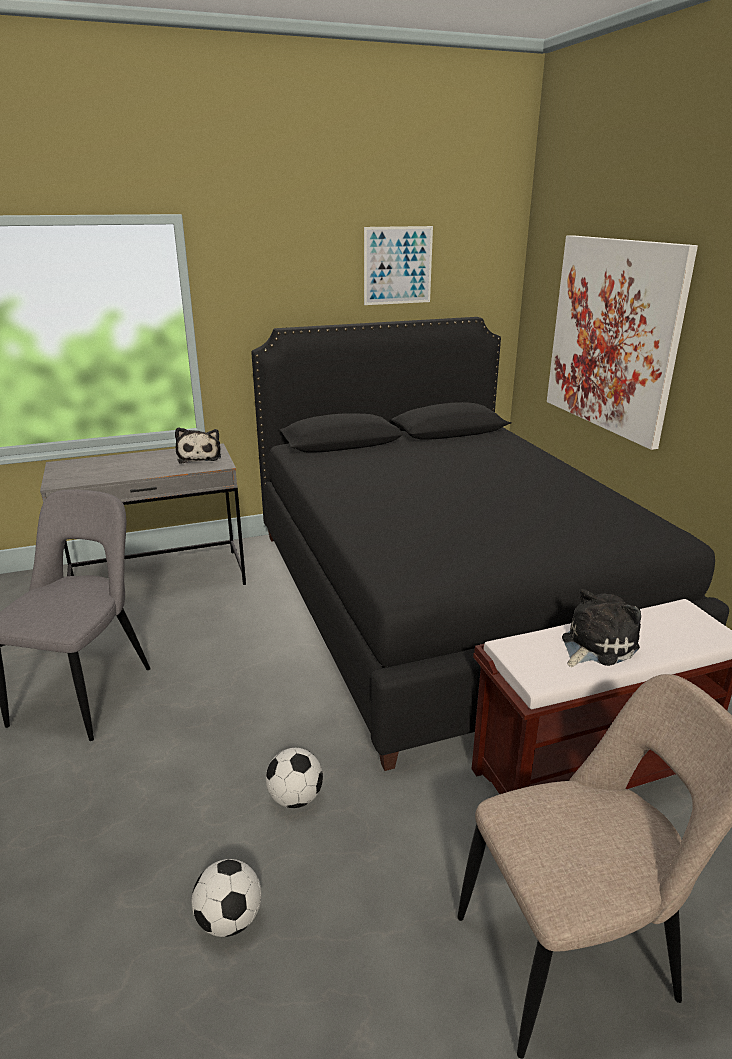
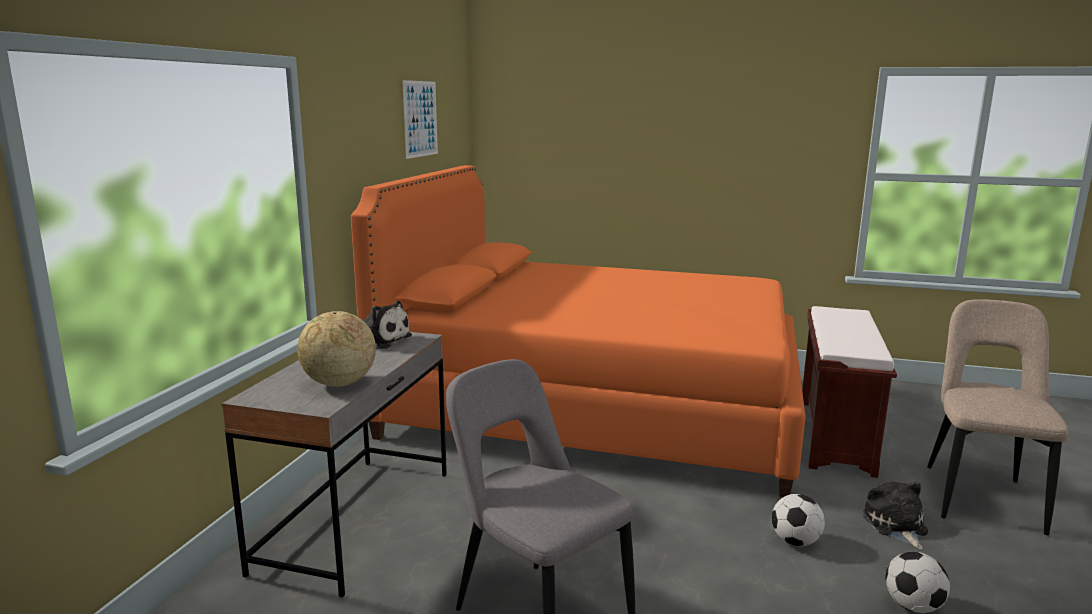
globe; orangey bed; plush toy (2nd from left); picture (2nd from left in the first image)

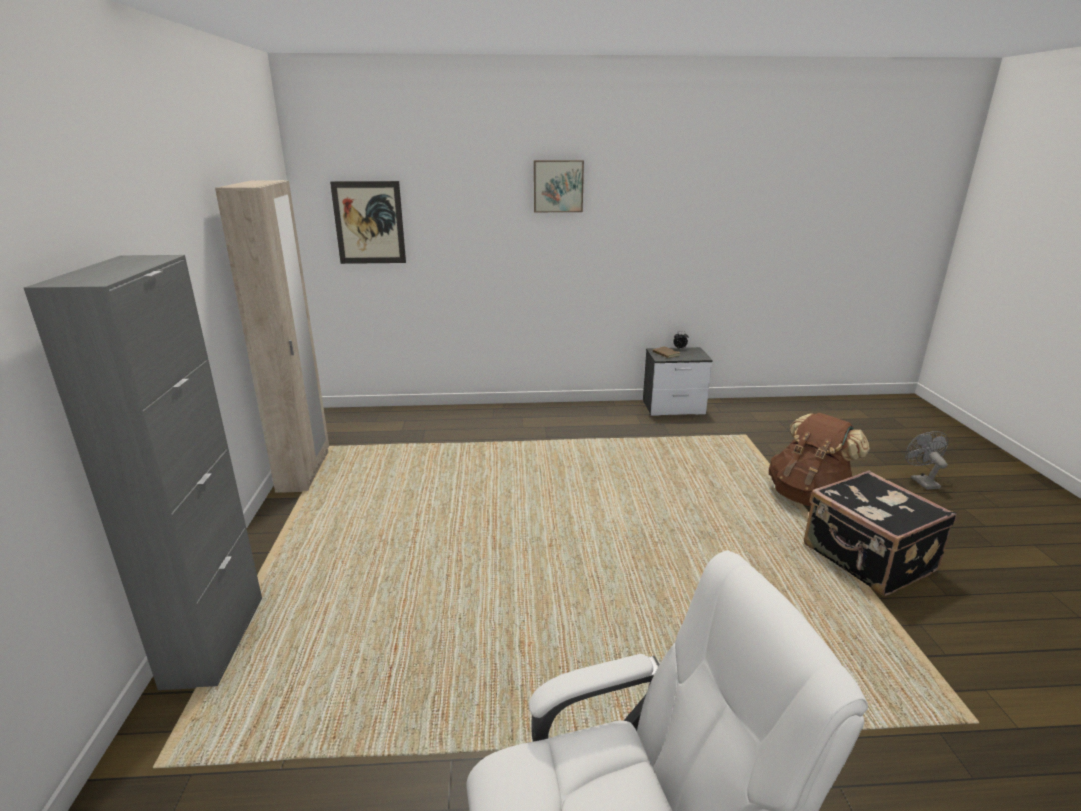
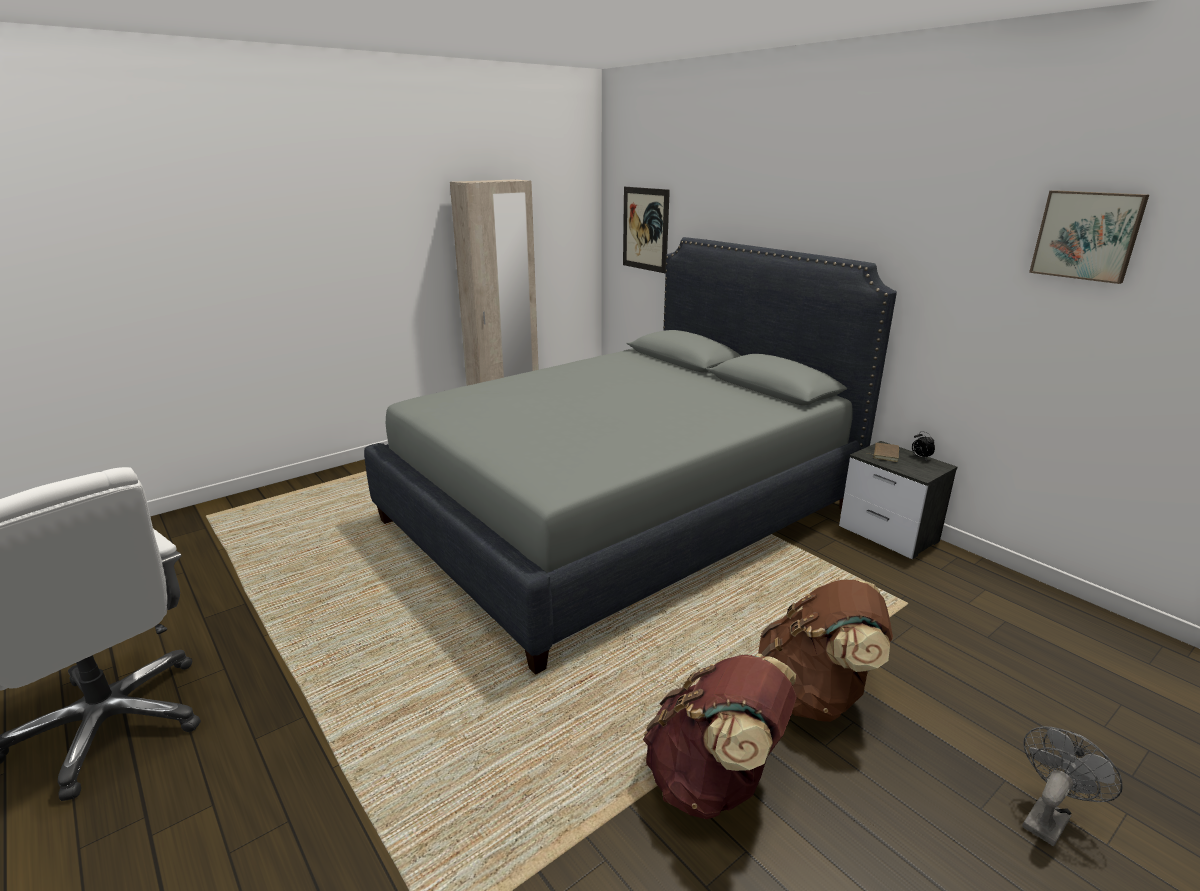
grey bed; brownish backpack (1st from left); picture (2nd from left); grey cabinet

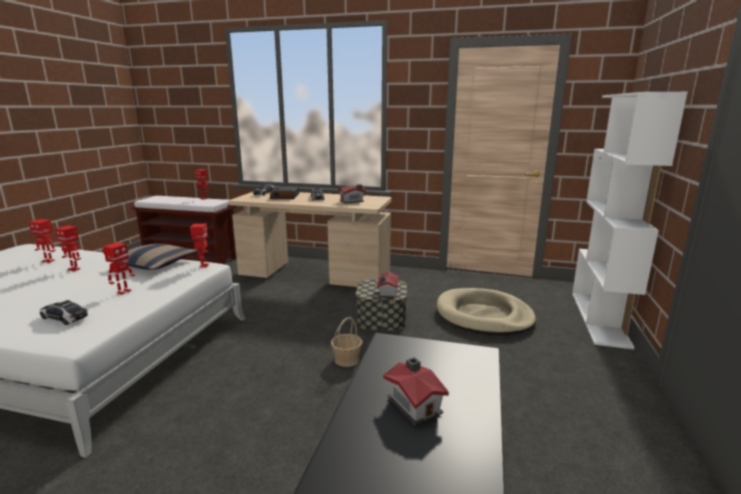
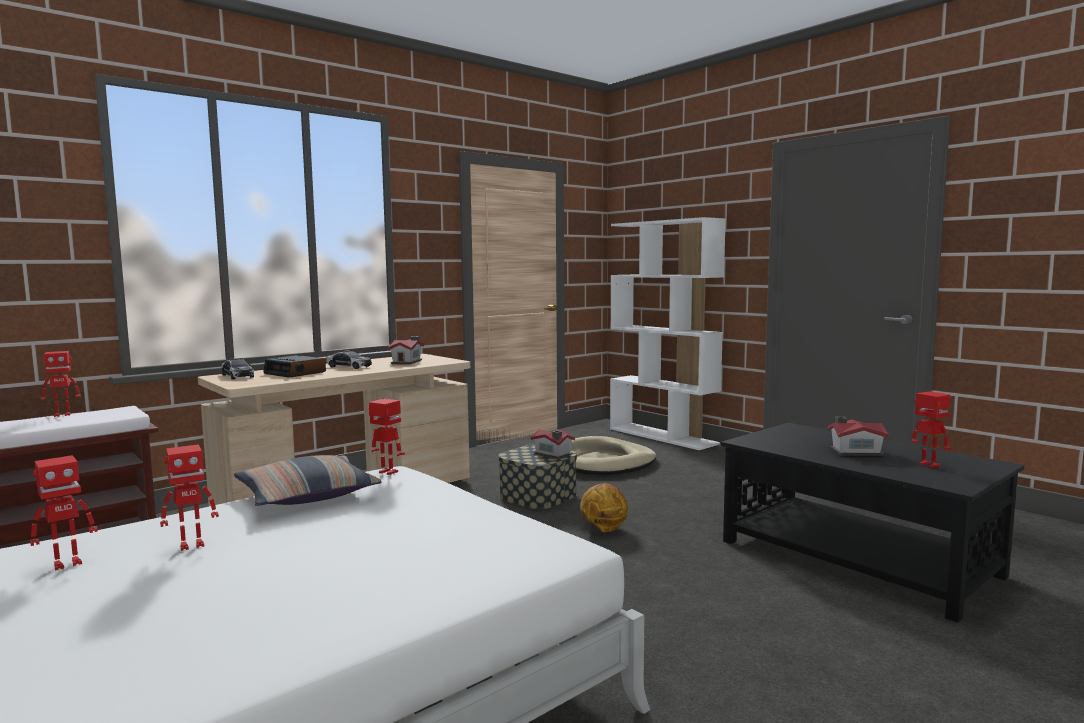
basketball; robot figure (5th from left); miniature car (1st from left in the first image)

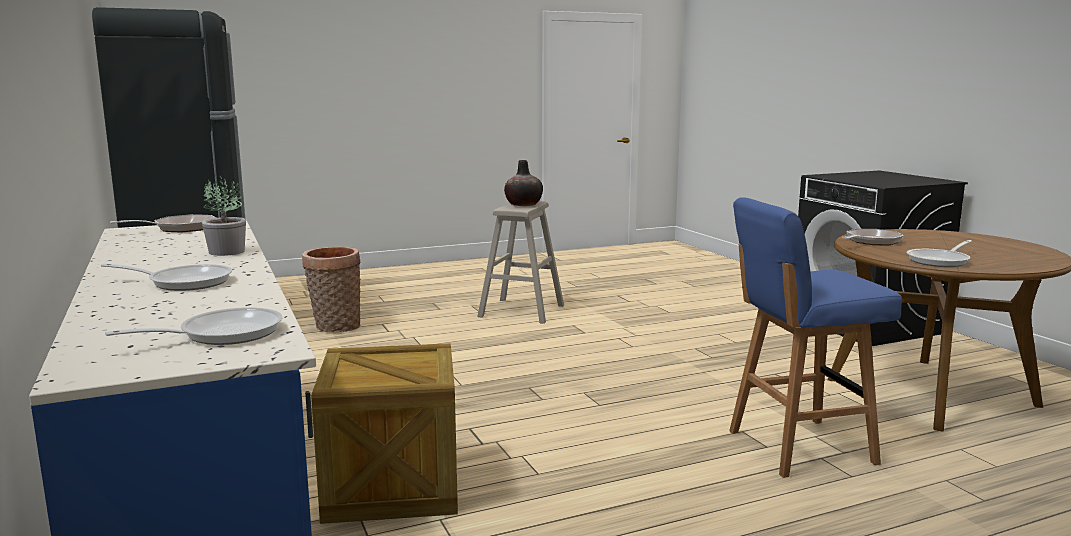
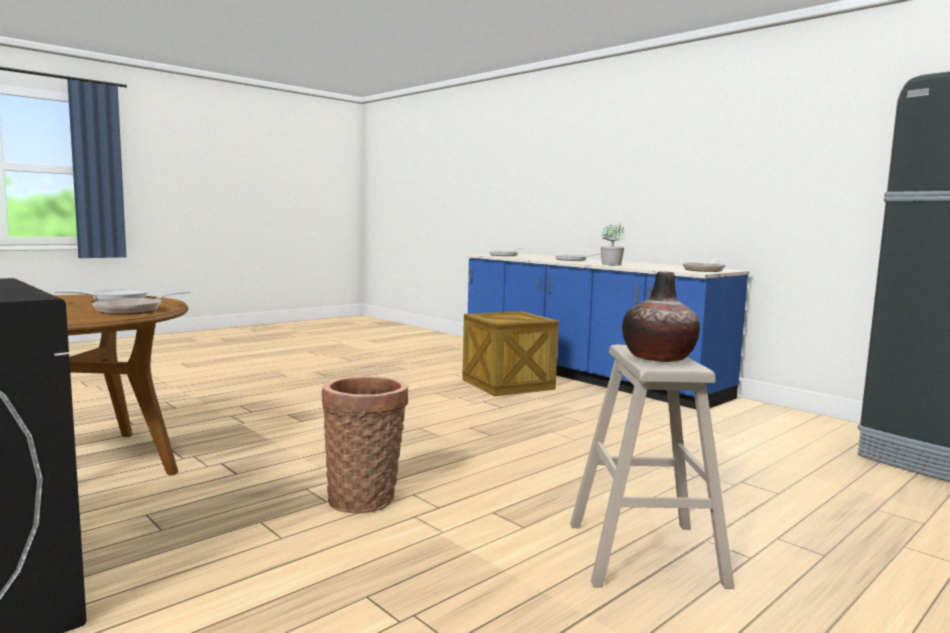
storage basket; blue-coloured sitting stool

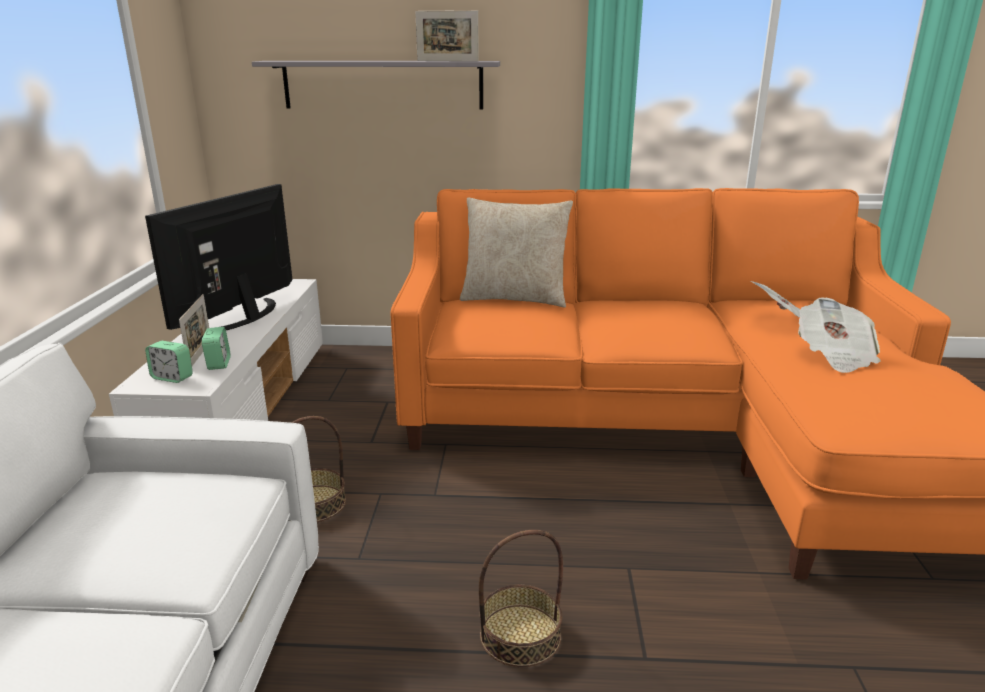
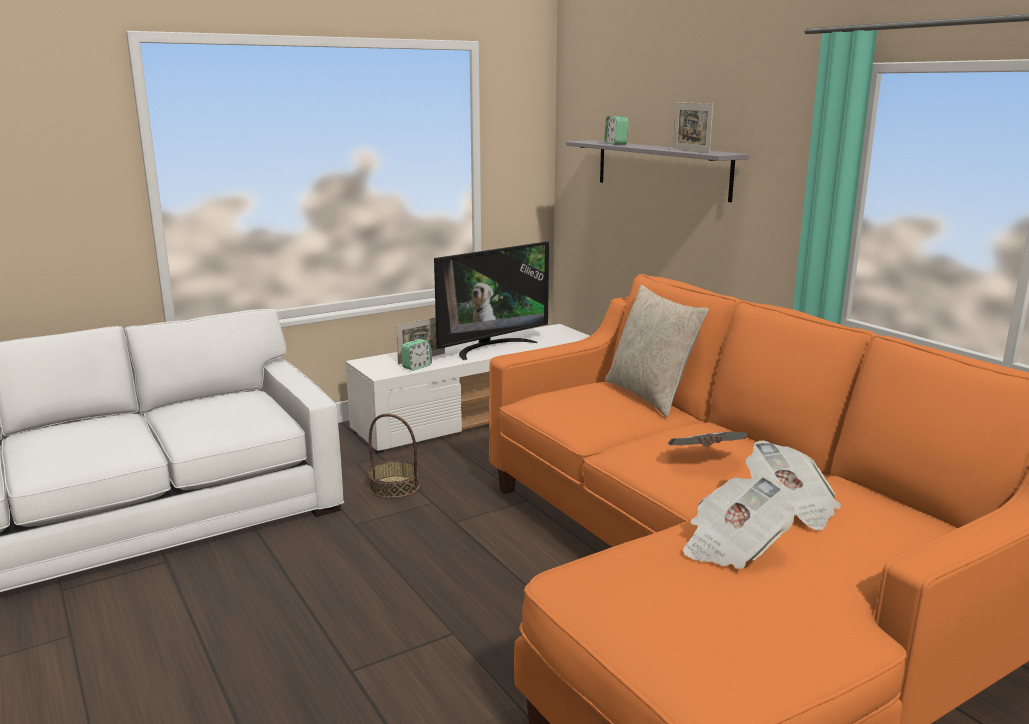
TV; bedside clock (2nd from left); daily paper (1st from left); storage basket (2nd from left in the first image)

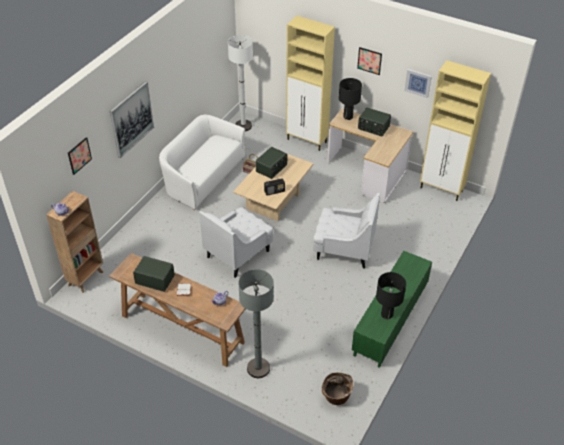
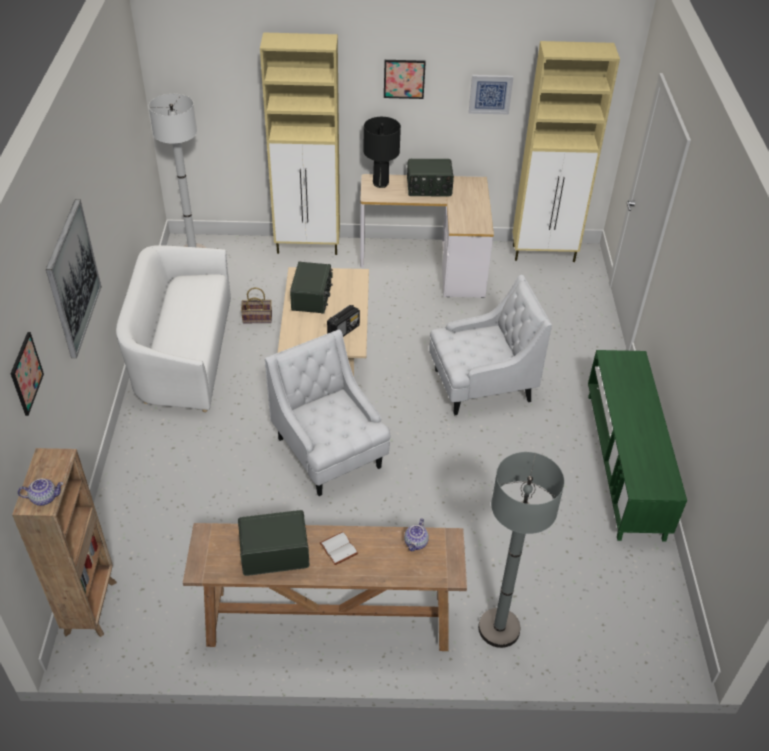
white-coloured easy chair (1st from left); storage basket (2nd from left in the first image); black-coloured lamp for a table (2nd from left in the first image)

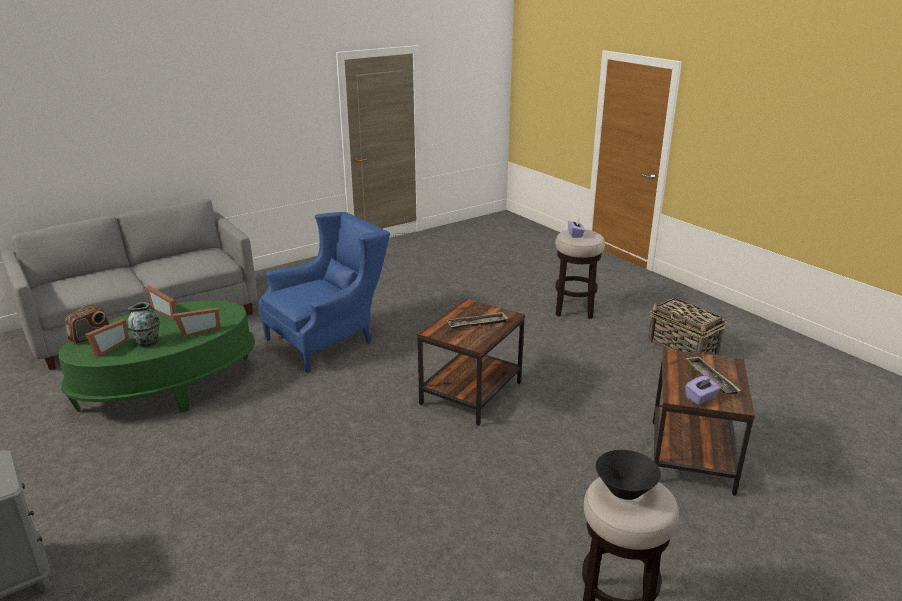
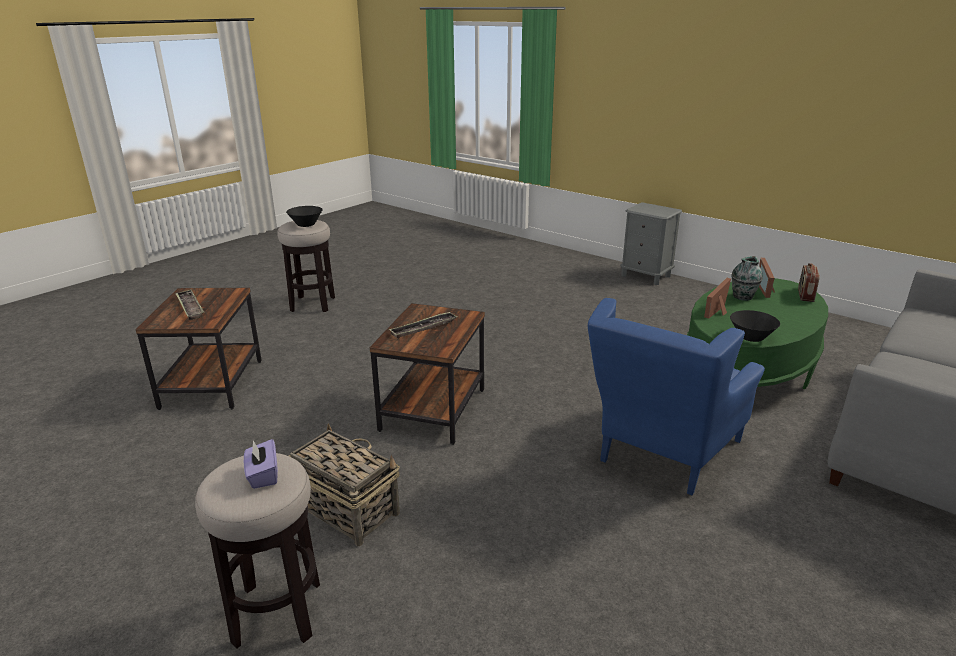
storage basket; black-coloured serving bowl (2nd from left); picture frame (2nd from left in the first image); purplish box of tissues (2nd from left in the first image)

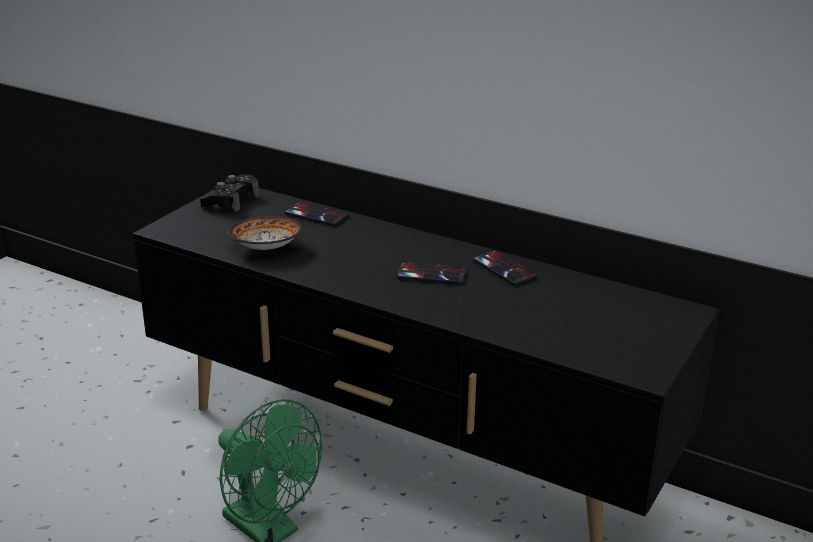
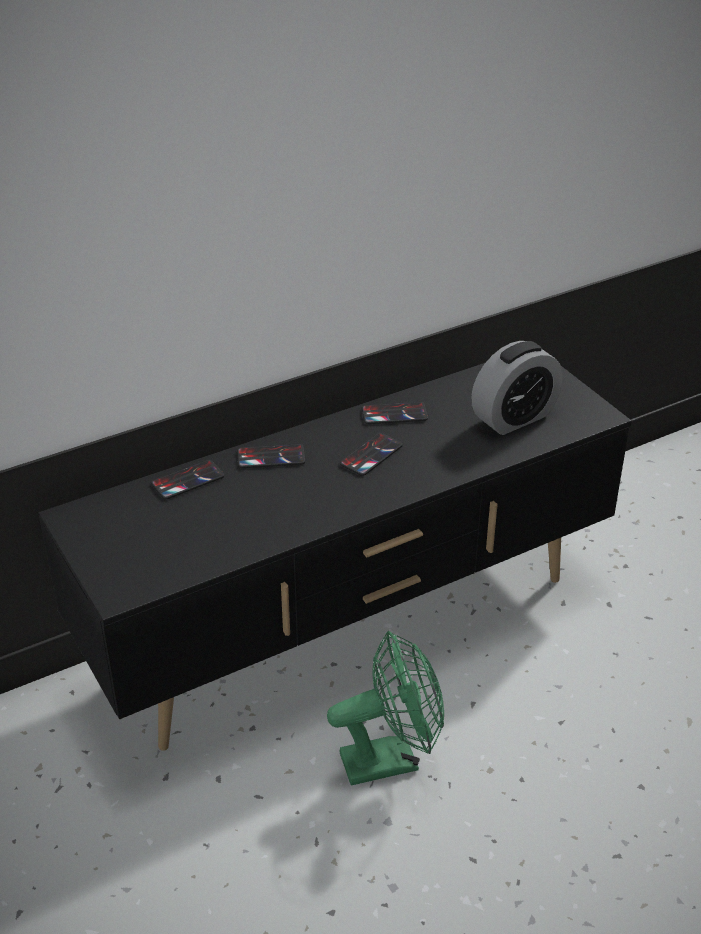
telephone (2nd from left); bedside clock; black-coloured game controller; serving bowl

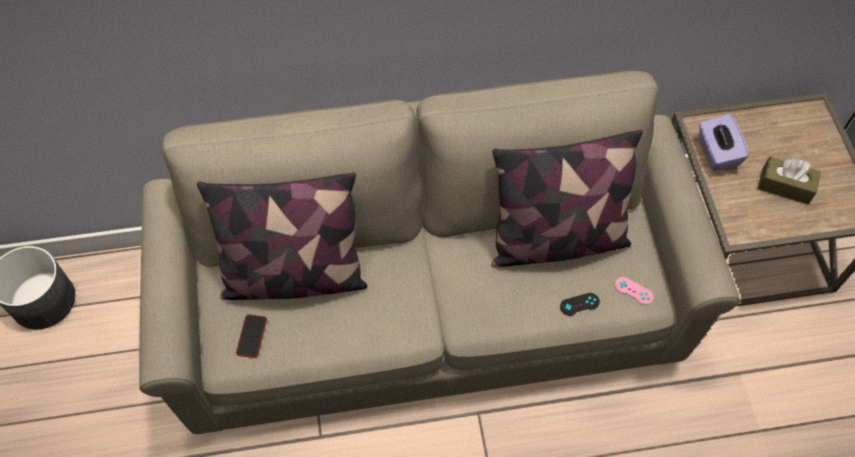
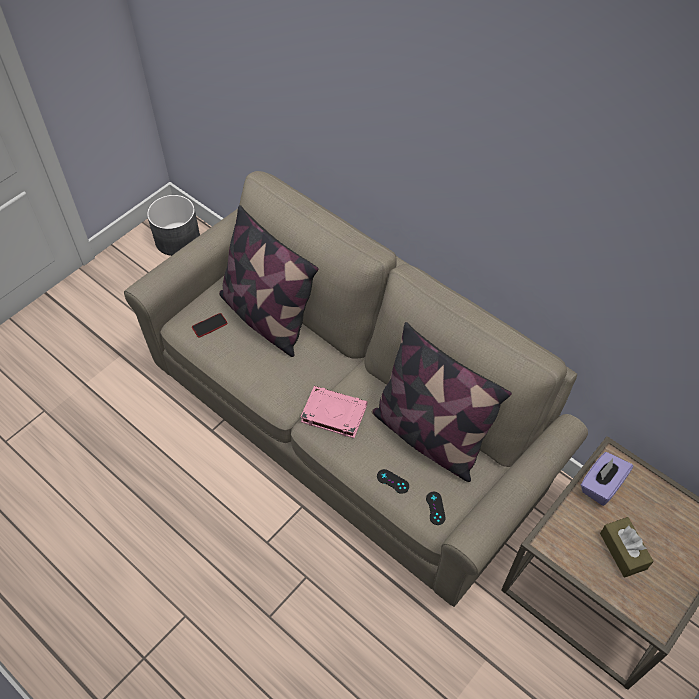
pinkish bound book; black-coloured game controller (2nd from left)

